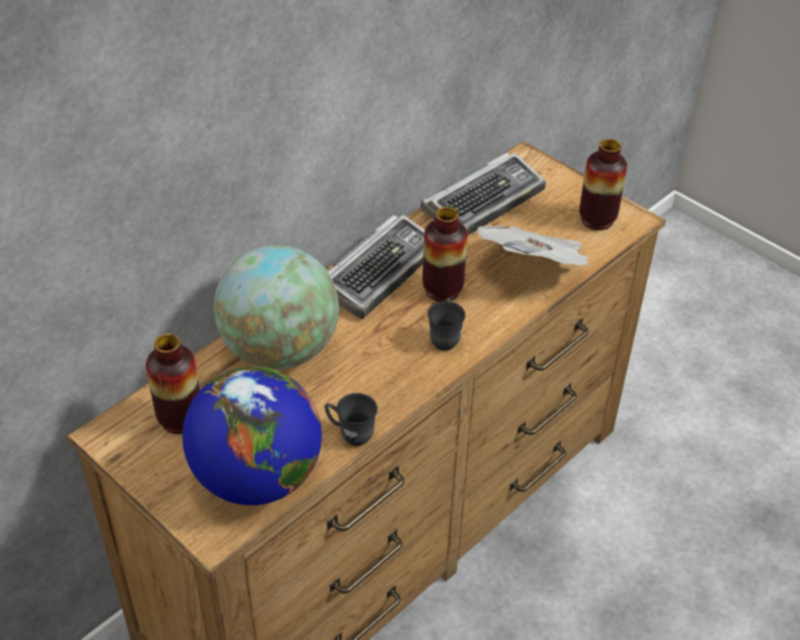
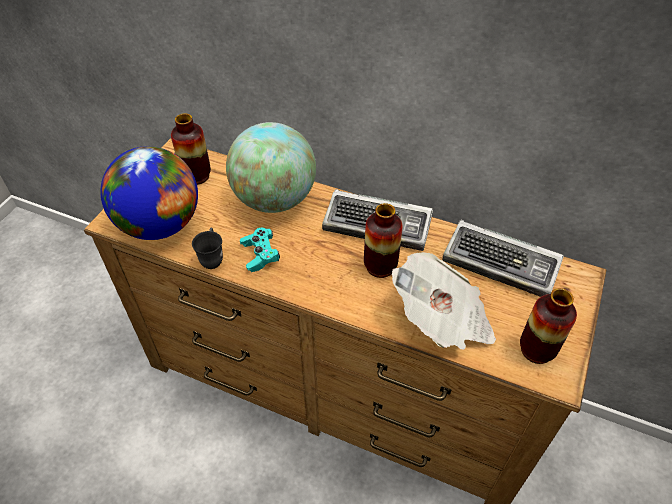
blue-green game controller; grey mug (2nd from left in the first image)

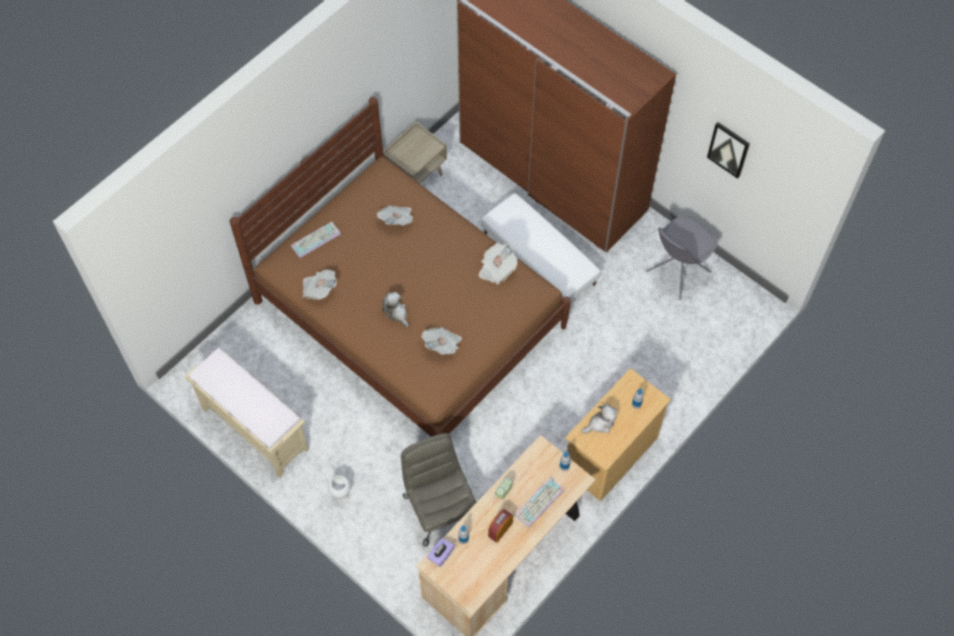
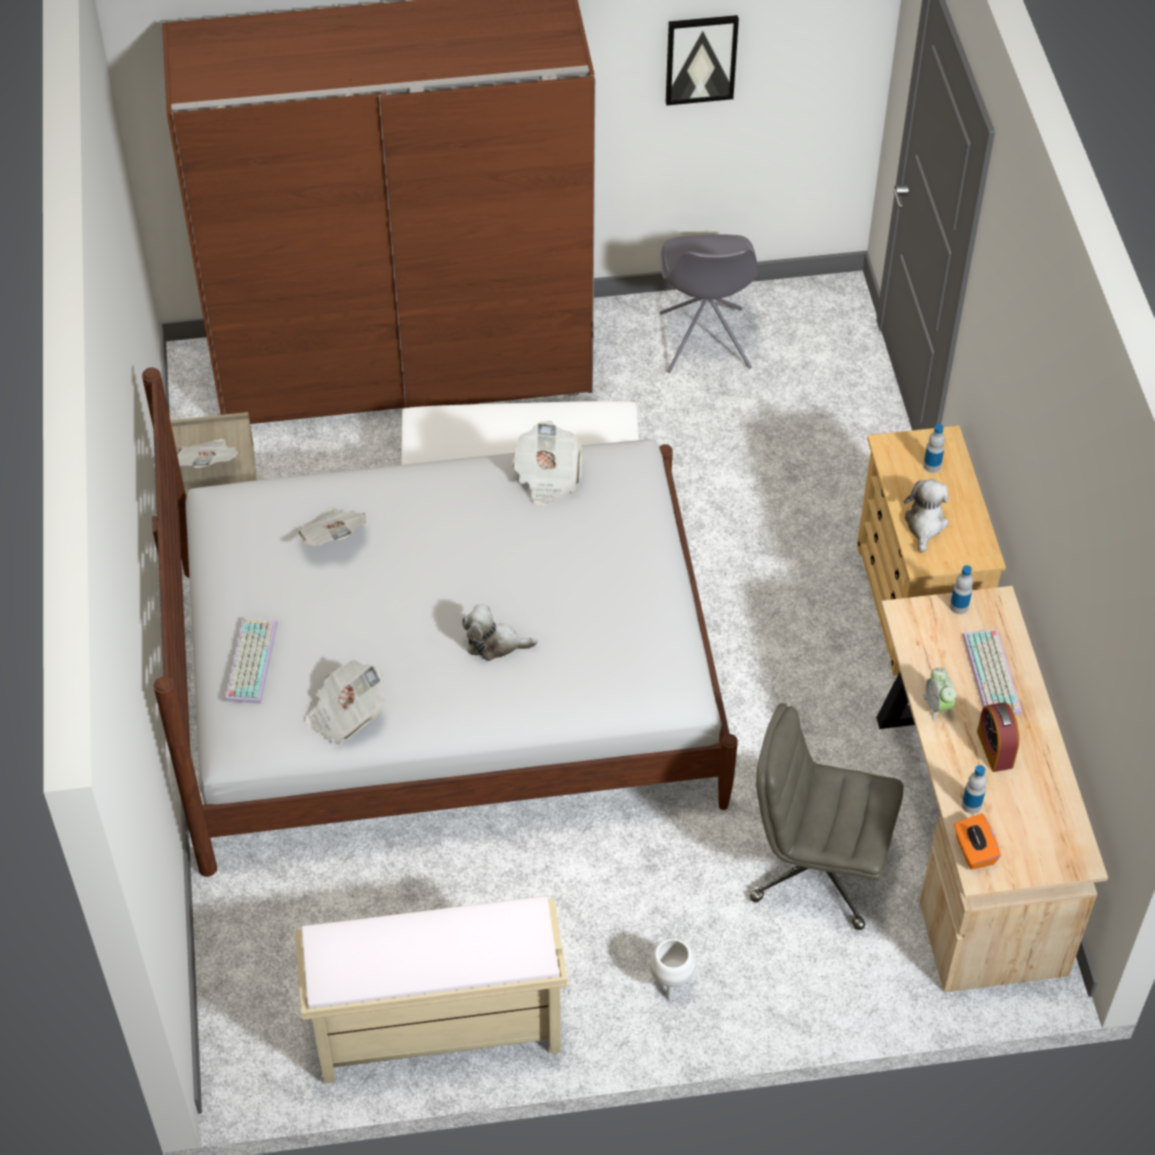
white-coloured bed; daily paper (1st from left); orangey box of tissues

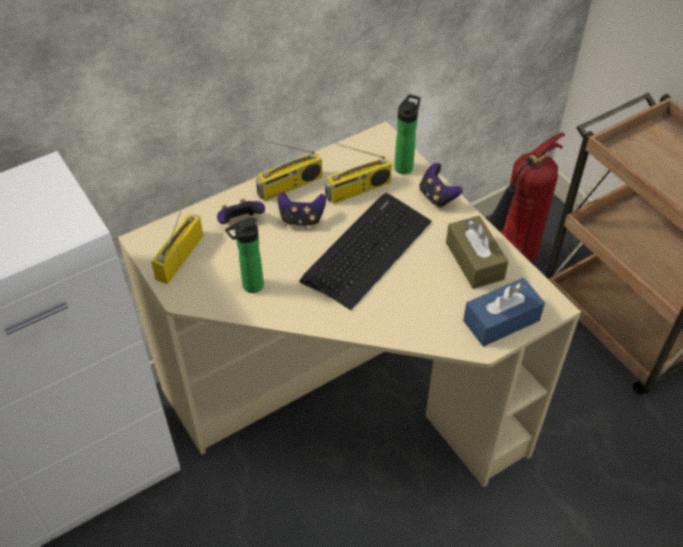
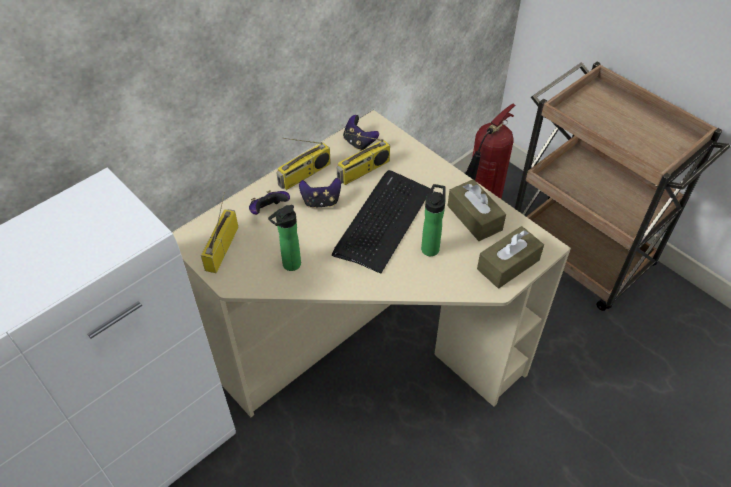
game controller (3rd from left); bottle (2nd from left); brownish box of tissues (2nd from left)

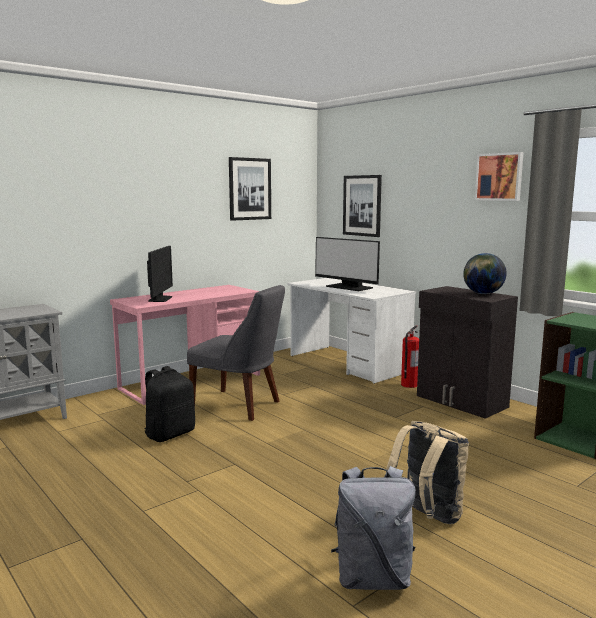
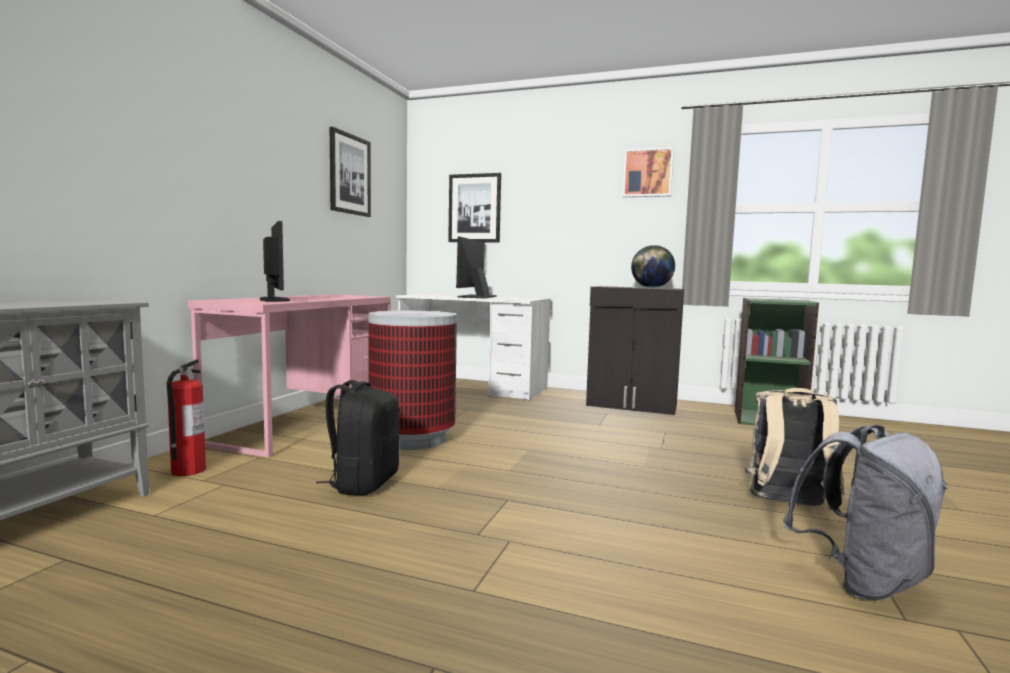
fire extinguisher; trash can; computer display (2nd from left)

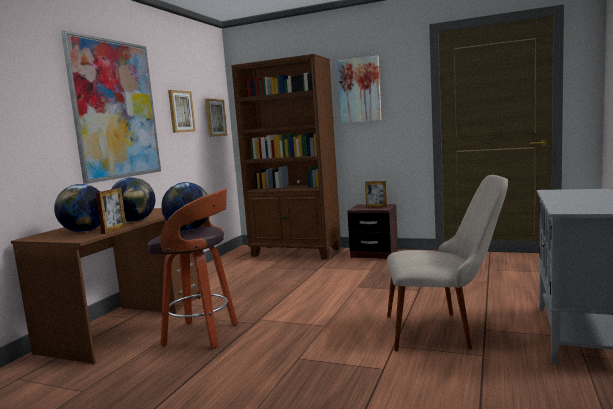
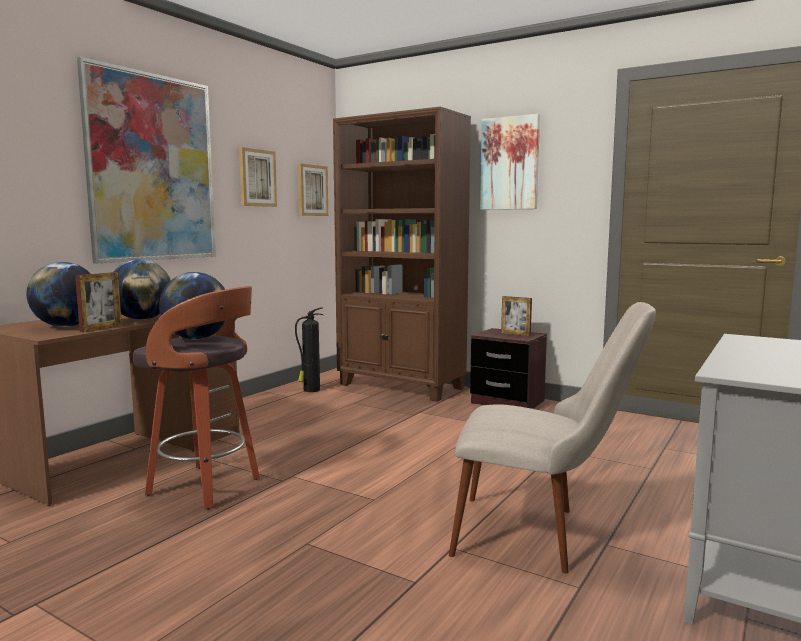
fire extinguisher

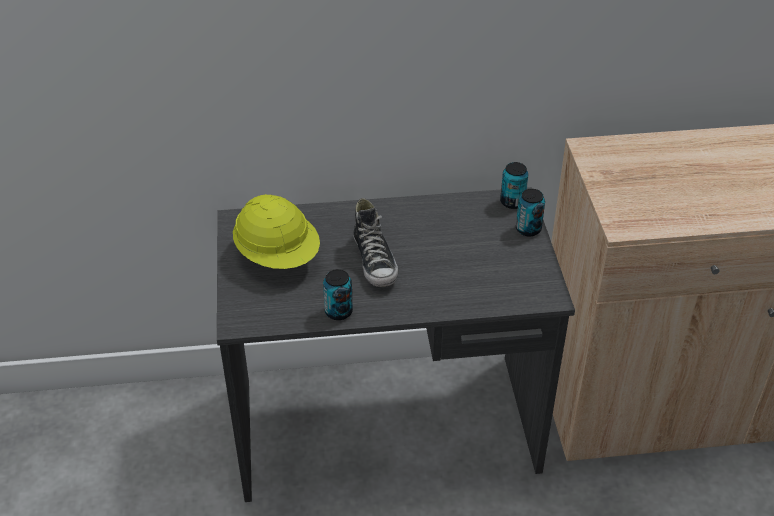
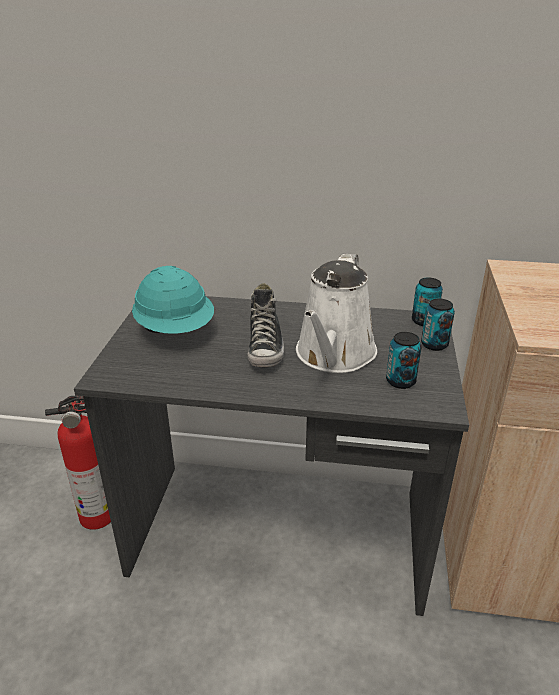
fire extinguisher; blue-green hard hat; white-coloured sprinkling can; metal can (1st from left)

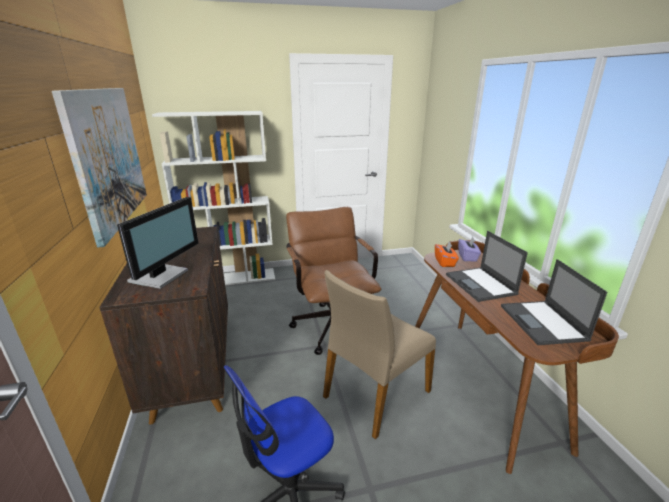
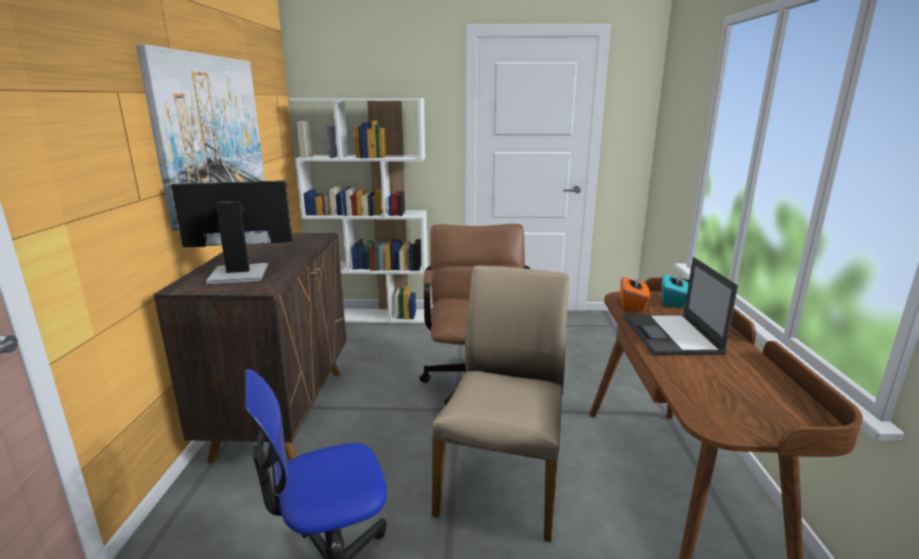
computer display; beige-coloured upright chair; blue-green box of tissues; laptop (2nd from left in the first image)

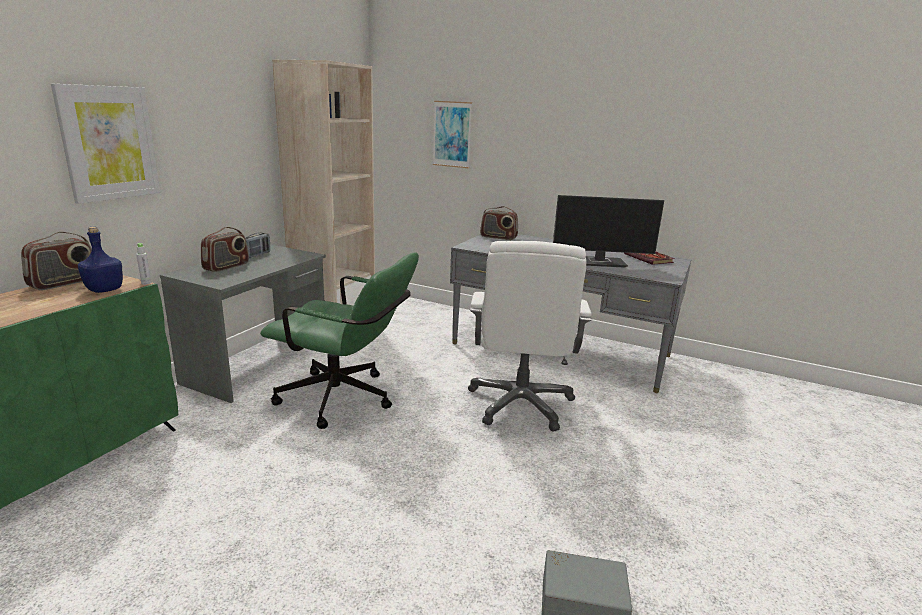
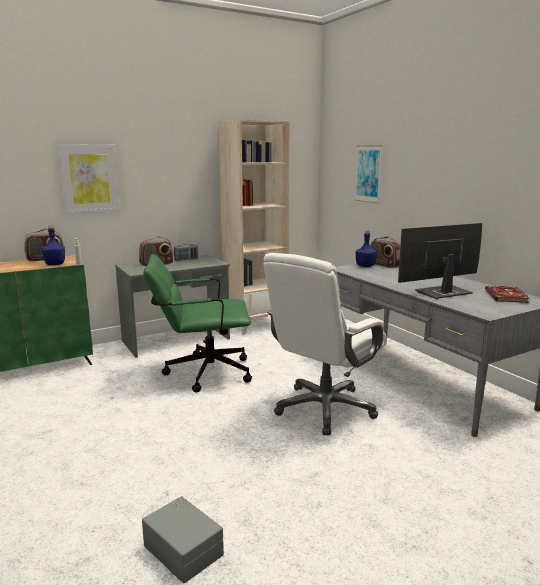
green-coloured office chair; blue-coloured bottle (2nd from left); computer display

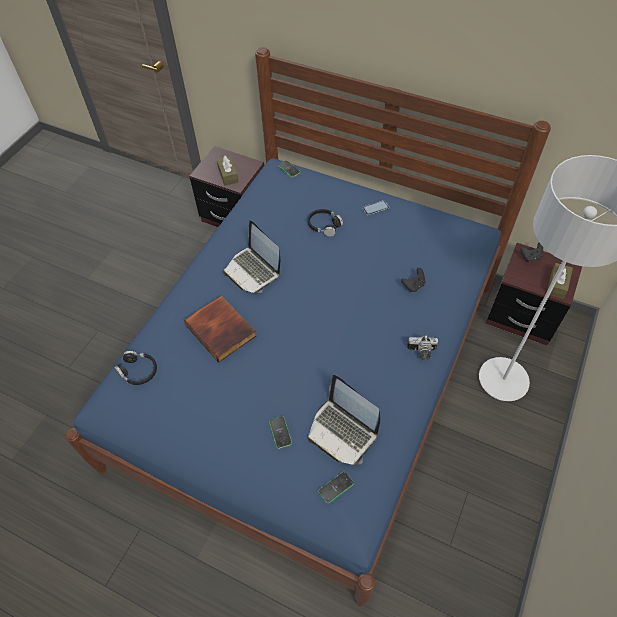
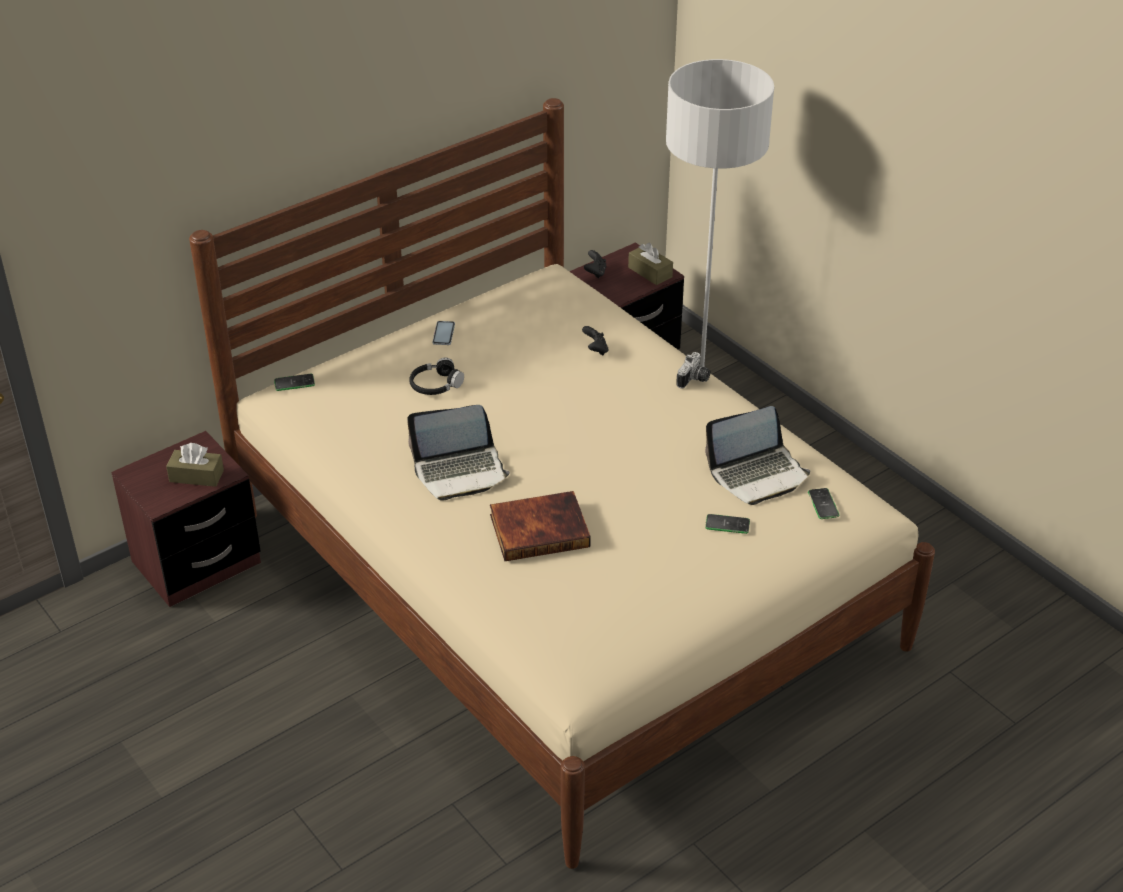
beige-coloured bed; black-coloured headset (1st from left in the first image)

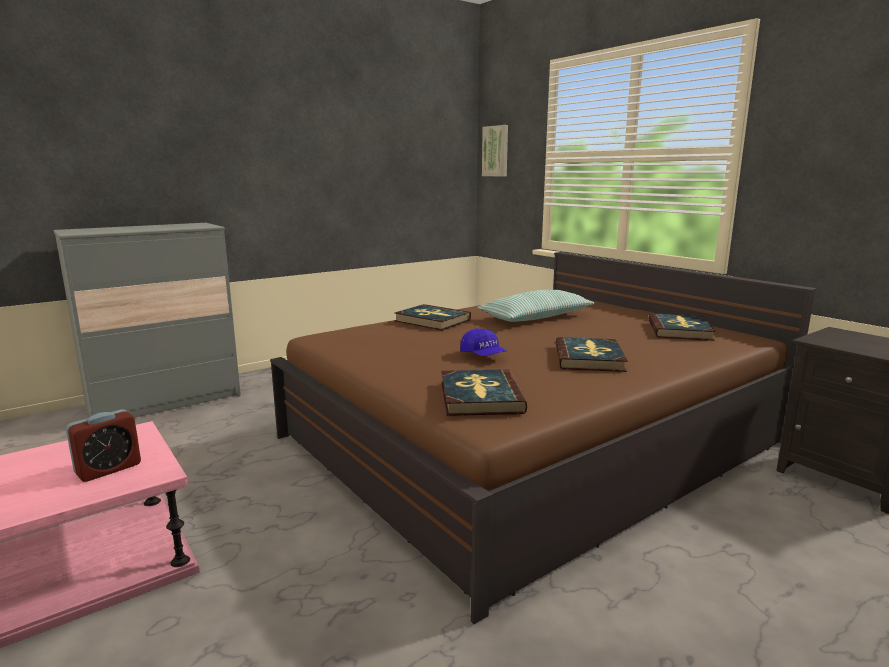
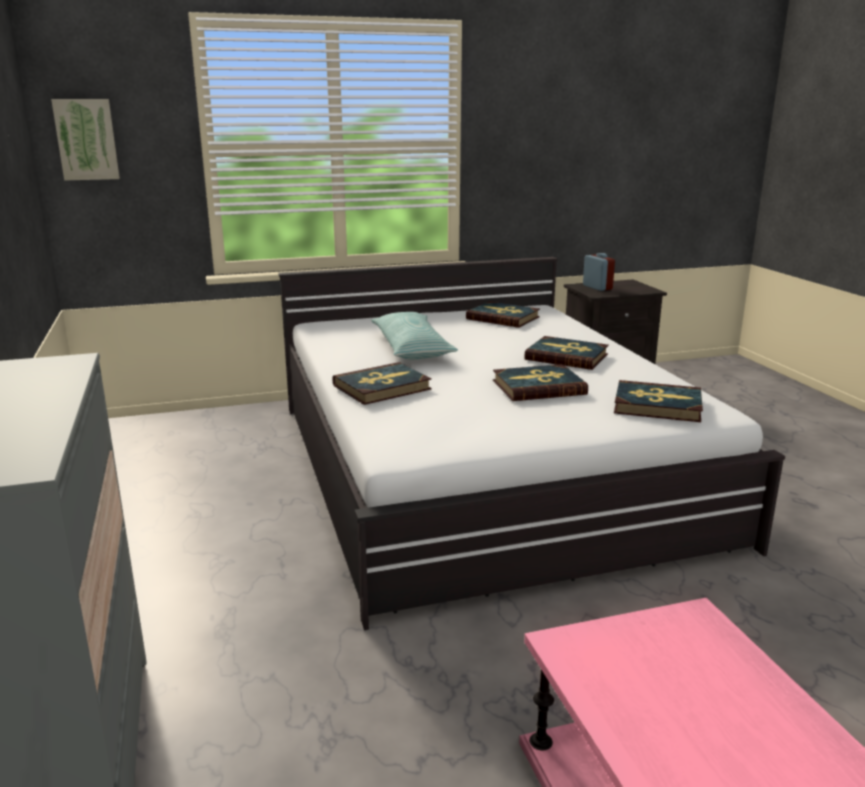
white-coloured bed; bound book (3rd from left); bedside clock

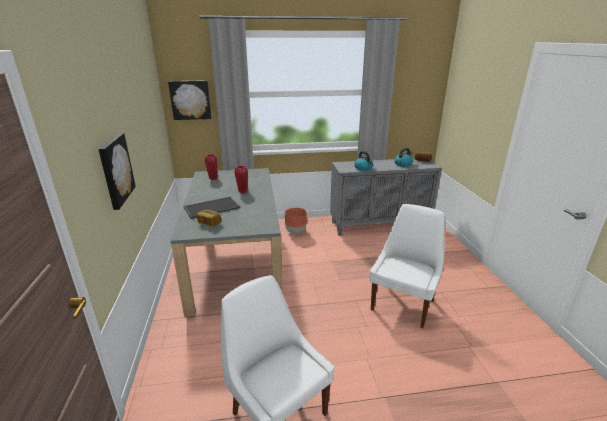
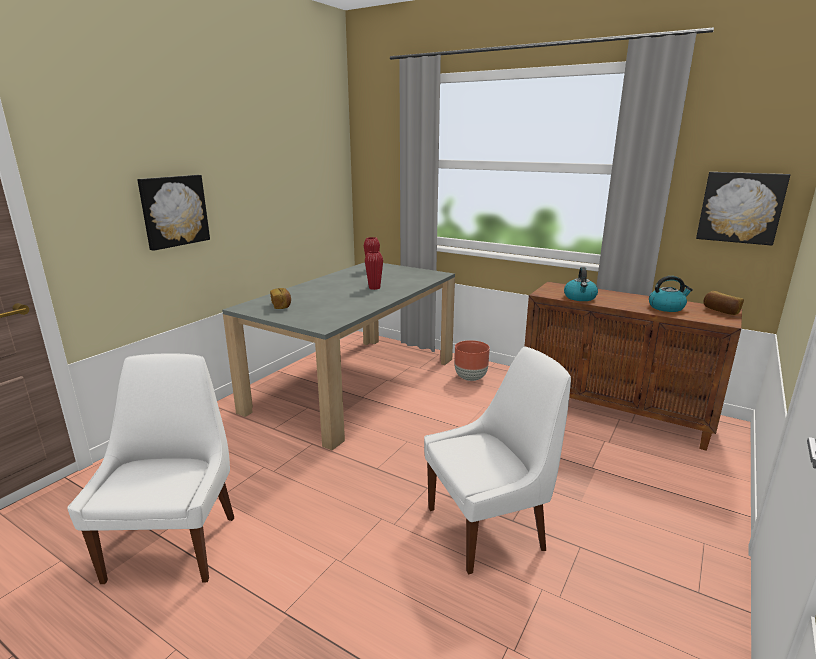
brownish cabinet; picture (2nd from left); carrying tray

